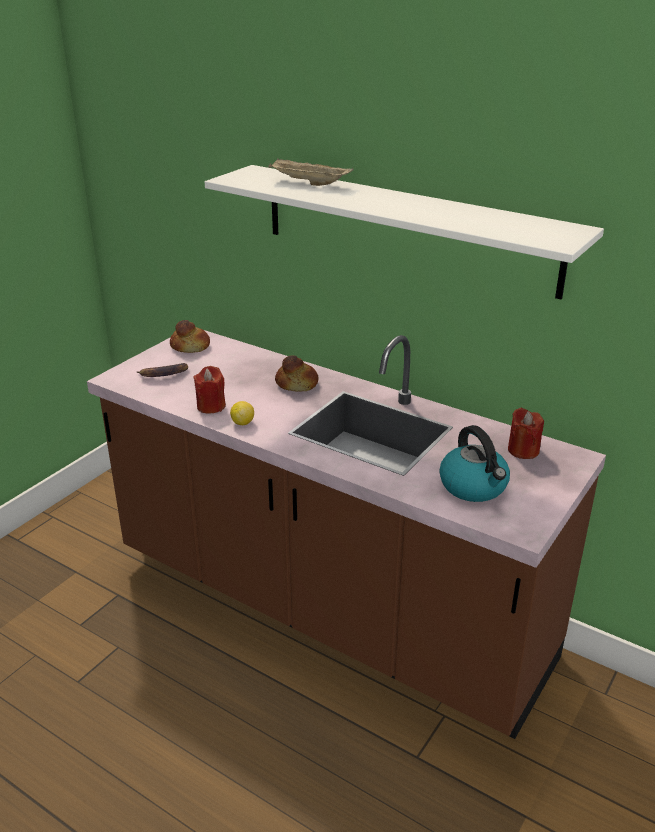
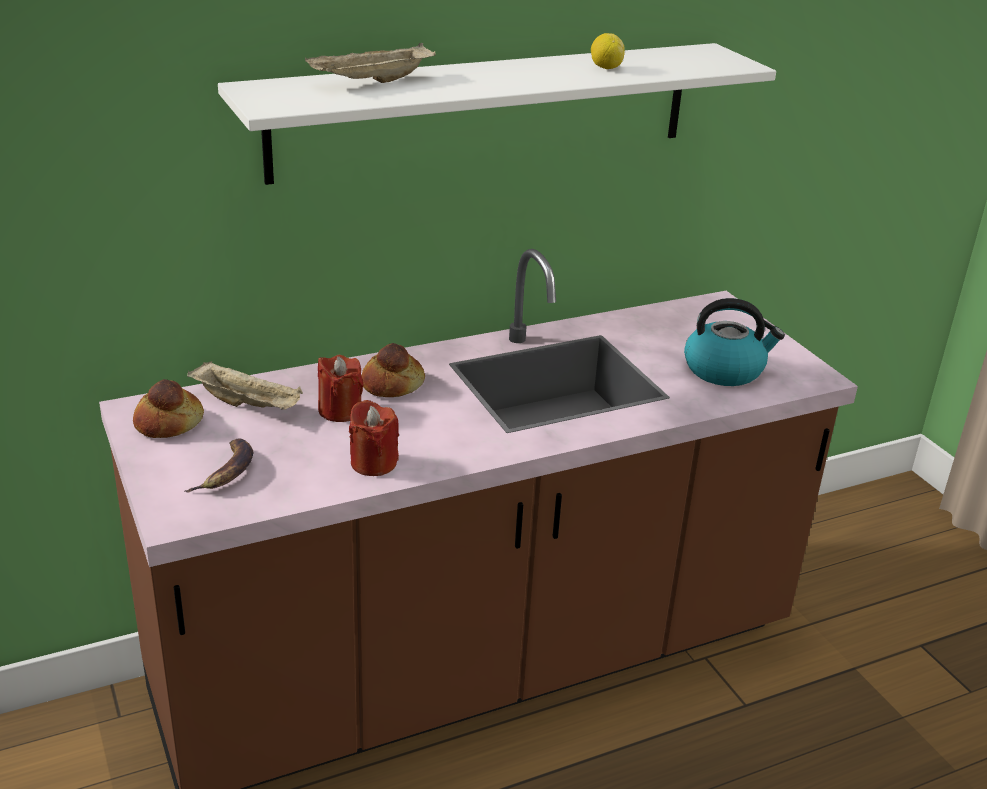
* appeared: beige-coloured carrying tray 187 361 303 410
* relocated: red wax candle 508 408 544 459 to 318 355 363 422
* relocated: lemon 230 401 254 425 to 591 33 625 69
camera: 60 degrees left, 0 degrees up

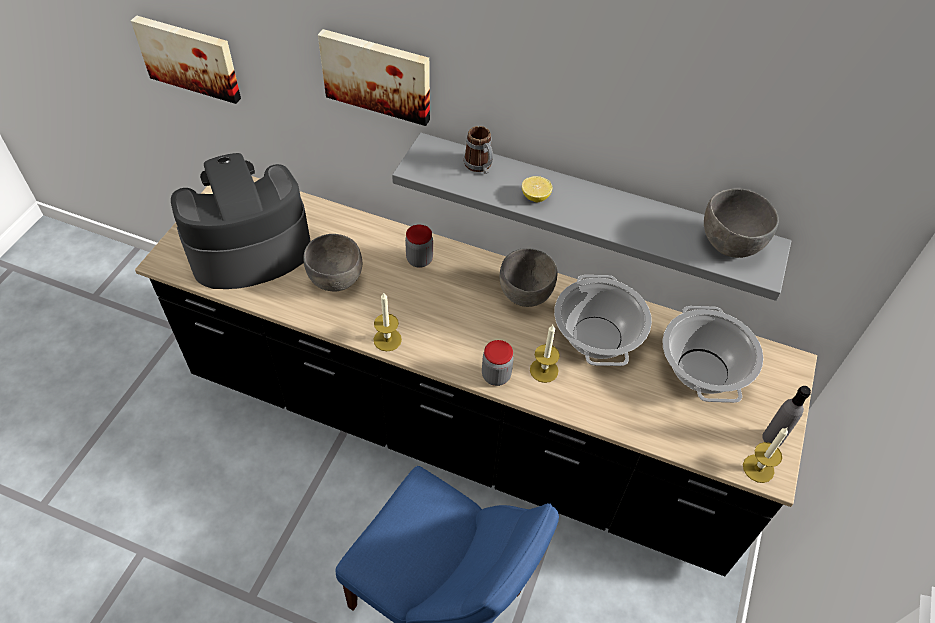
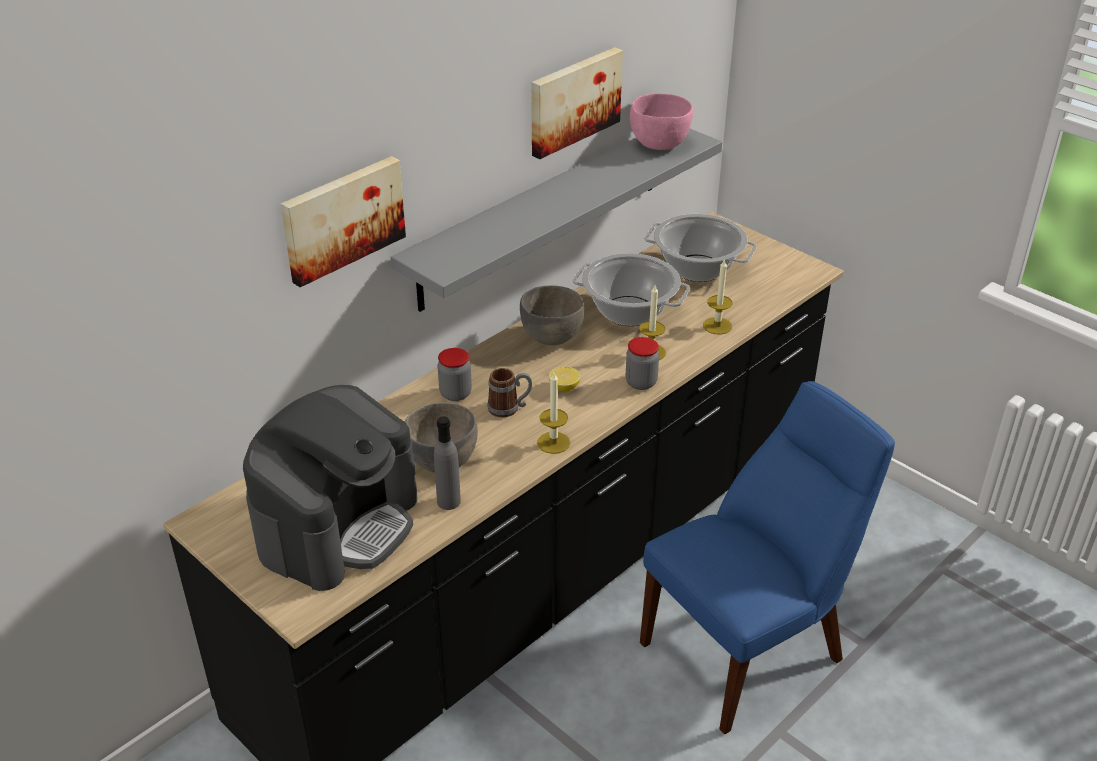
* spun: coffee machine 171 153 311 289 = 243 385 417 591 150 degrees counterclockwise
* relocated: greyish drink bottle 762 386 811 446 to 434 416 461 510
* relocated: tea mug 464 126 493 174 to 487 368 532 417
* relocated: wall art 131 15 241 104 to 531 47 623 159
* relocated: lemon 522 176 552 202 to 549 366 580 392
* colour: greyish serving bowl 704 188 779 258 to pink-coloured serving bowl 630 93 693 150
* relocated: wax candle 743 428 788 483 to 703 258 732 335
camera: 65 degrees left, 15 degrees down

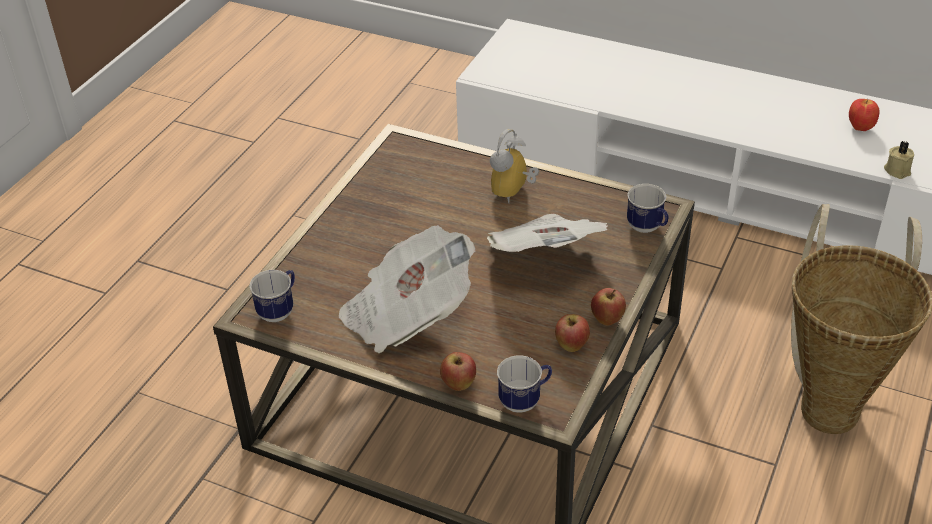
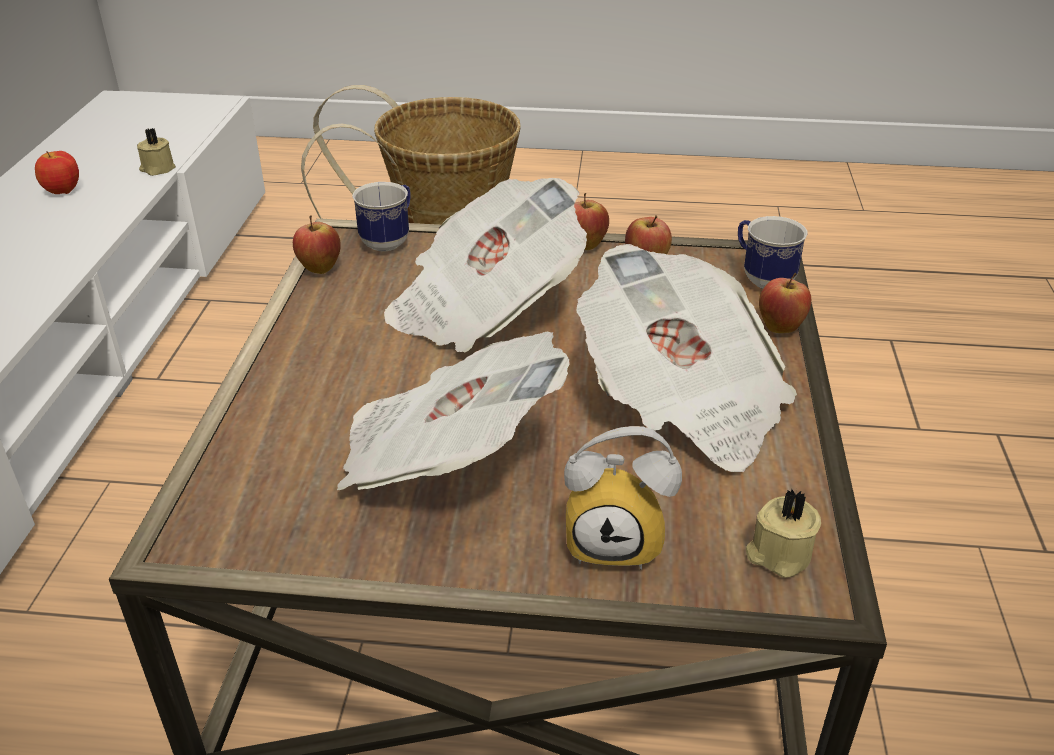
* appeared: apple 293 215 341 274
* appeared: printed paper 337 332 569 490
* relocated: bedside clock 490 129 539 204 to 564 426 682 570
* exchanged: tea mug 249 270 295 322 to beige-coloured wax candle 746 489 821 578
camera: 110 degrees left, 5 degrees down

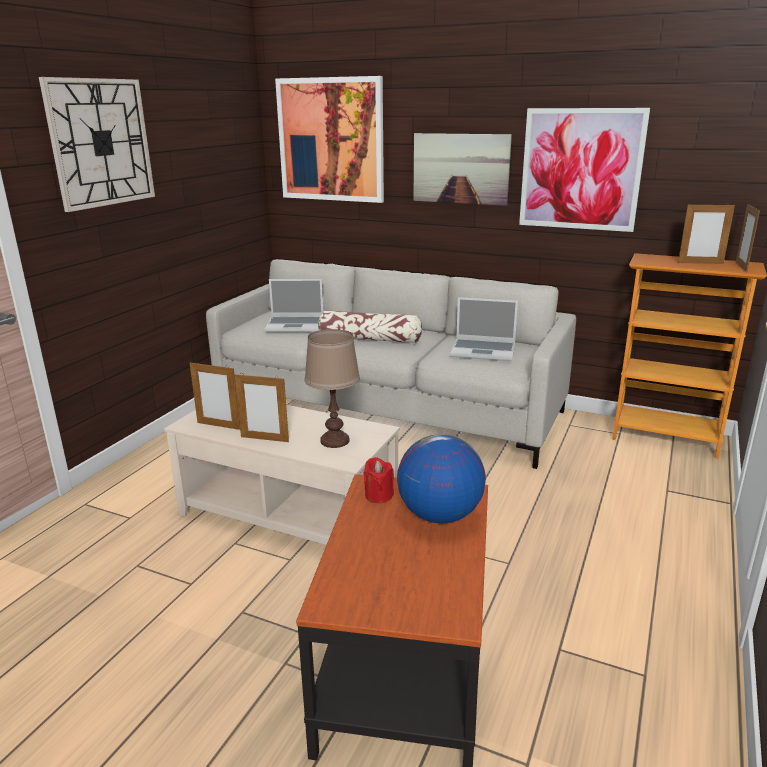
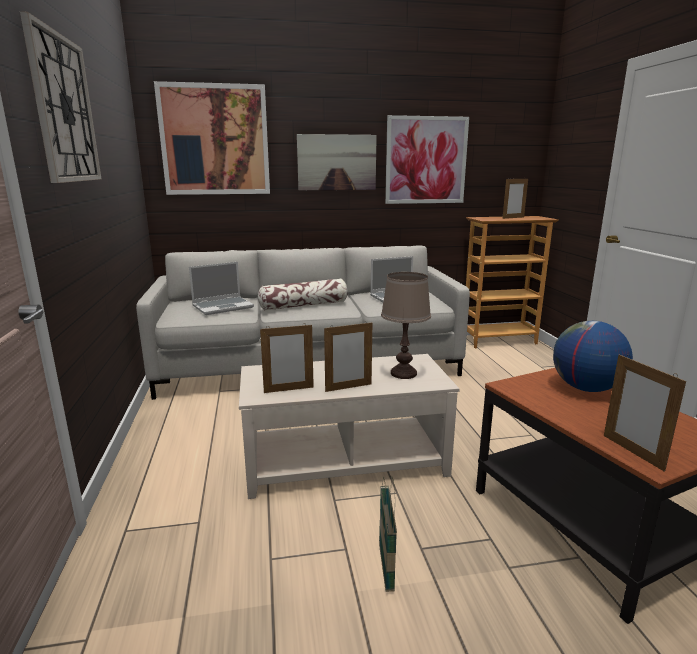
* appeared: basket 379 476 397 592
* relocated: picture frame 736 203 760 272 to 604 355 686 472
* missing: red wax candle 363 457 394 503
camera: 35 degrees left, 5 degrees down

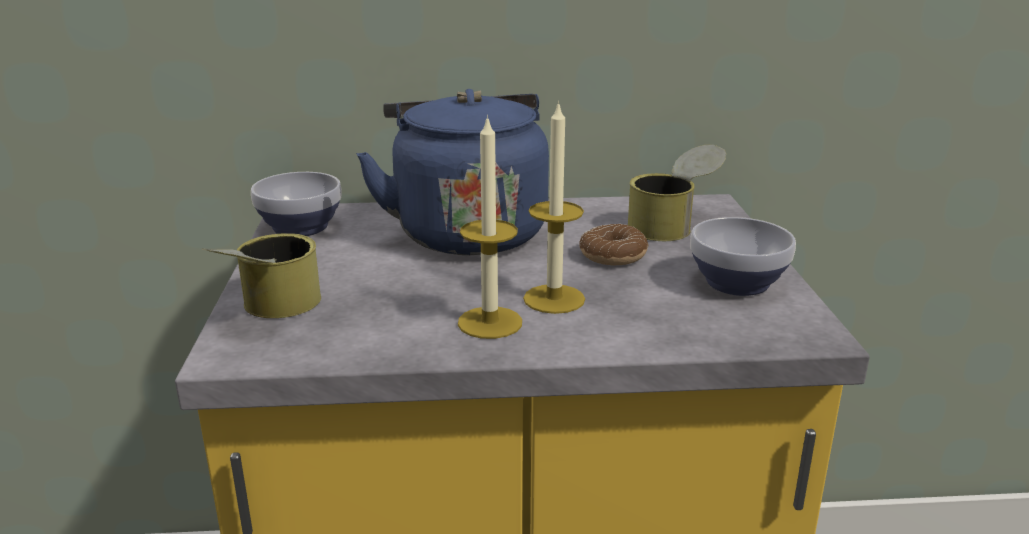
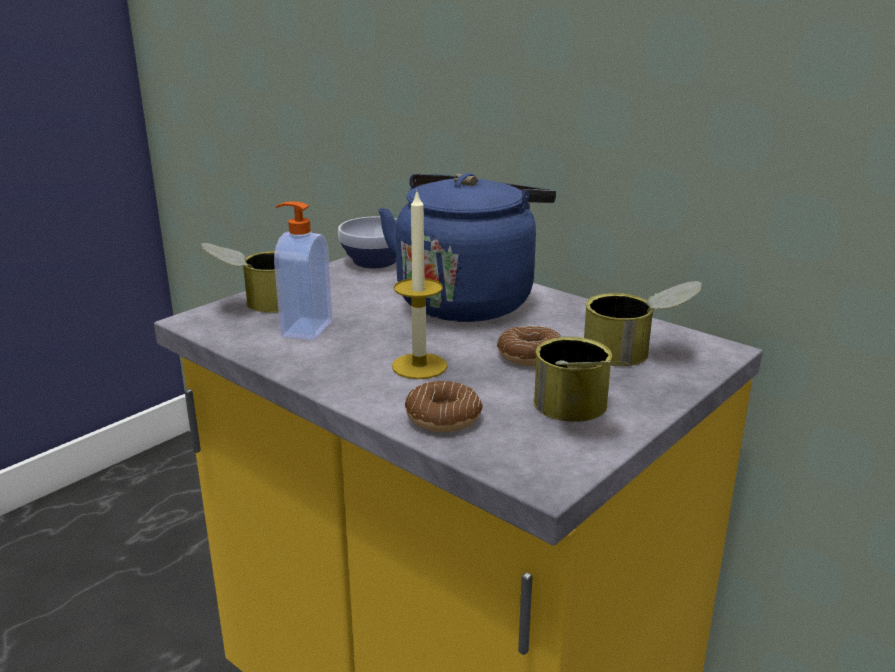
* appeared: soap dispenser 274 202 332 340
* appeared: ring doughnut 405 381 483 432
* exchanged: serving bowl 690 217 796 296 to metal can 533 337 628 422
* missing: wax candle 458 115 522 339
camera: 45 degrees right, 0 degrees up

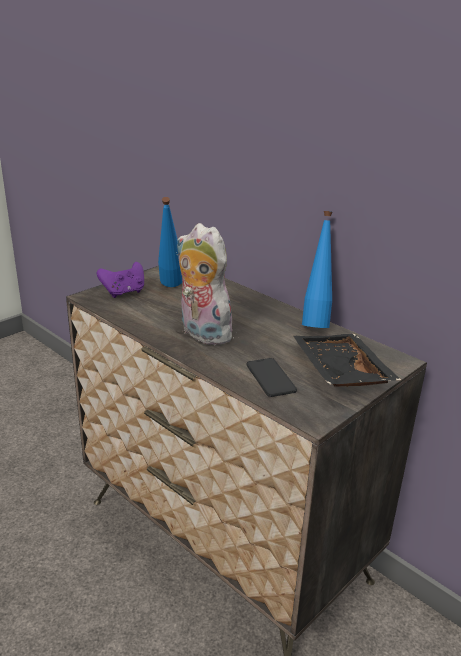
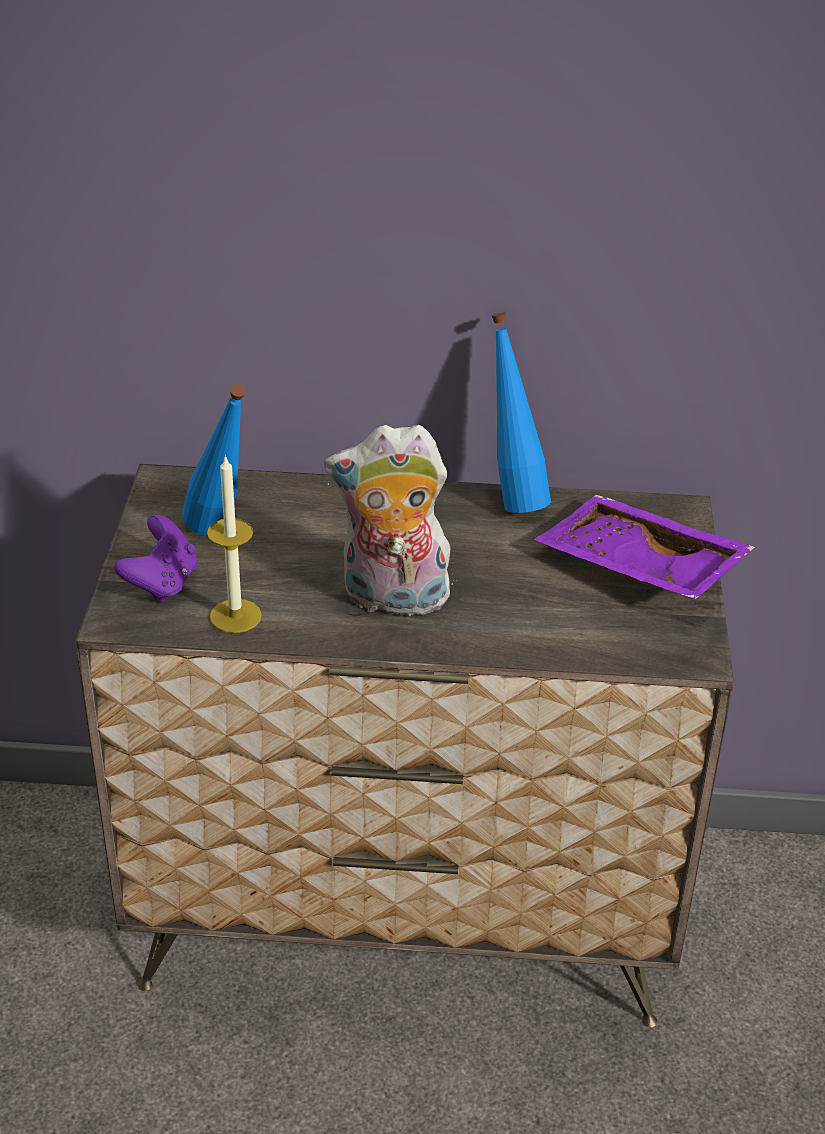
* appeared: wax candle 207 454 262 633
* colour: black carrying tray 293 334 401 387 to purple carrying tray 534 495 755 599
* missing: telephone 247 358 297 397
camera: 40 degrees left, 10 degrees up

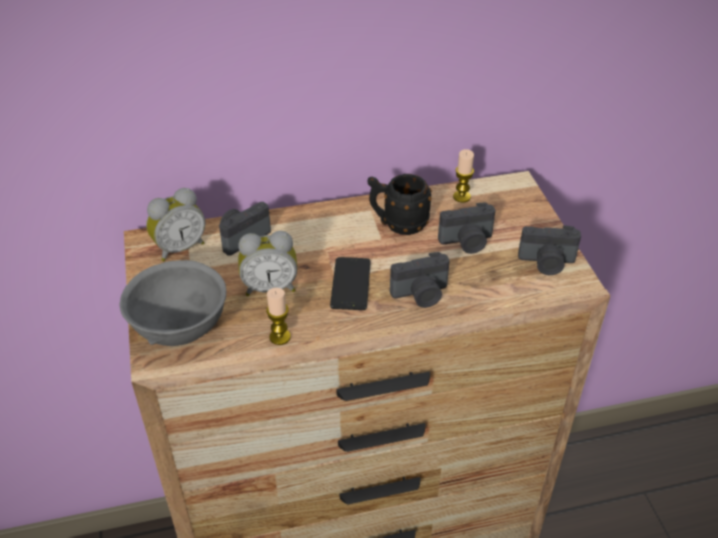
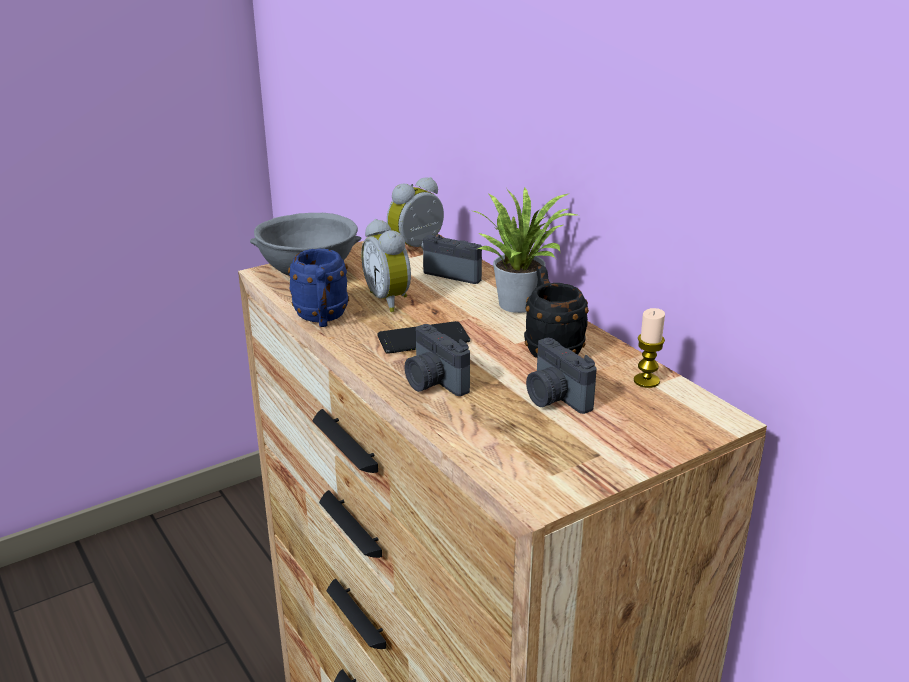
* exchanged: wax candle 266 288 291 345 to bluish tea mug 288 249 349 327
* spun: bedside clock 146 188 205 261 = 387 177 444 249 105 degrees clockwise
* appeared: potted plant 470 188 577 313
* missing: still camera 518 225 581 275
camera: 70 degrees right, 15 degrees down

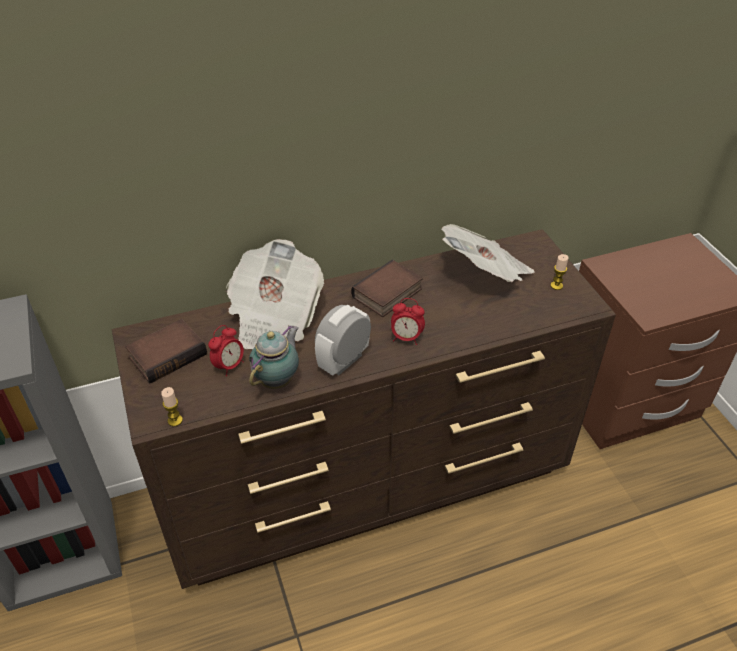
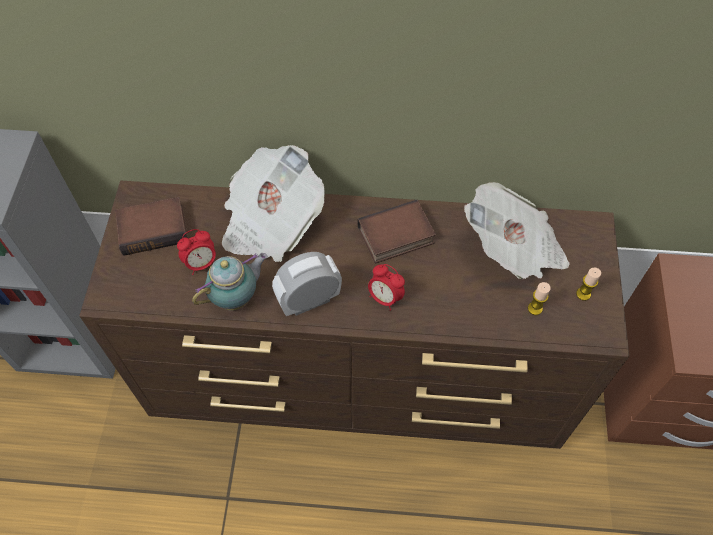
* relocated: wax candle 161 387 183 427 to 528 282 551 315
camera: 25 degrees right, 15 degrees up

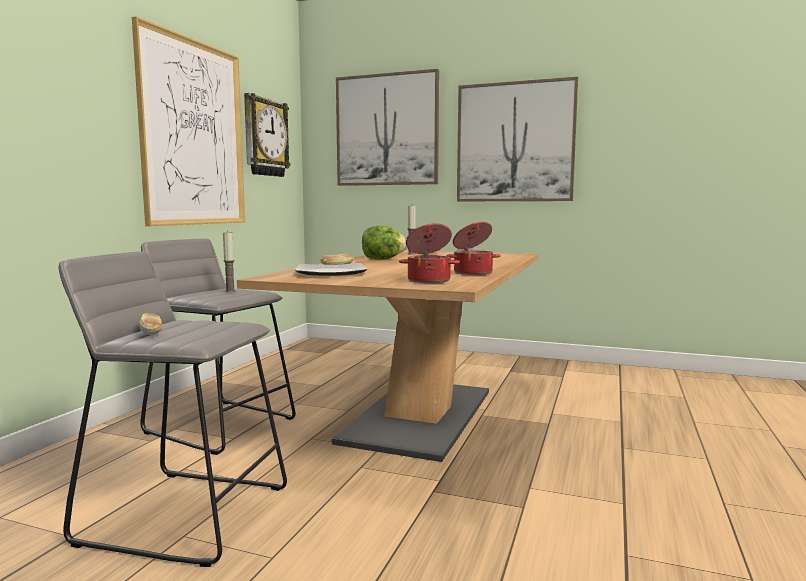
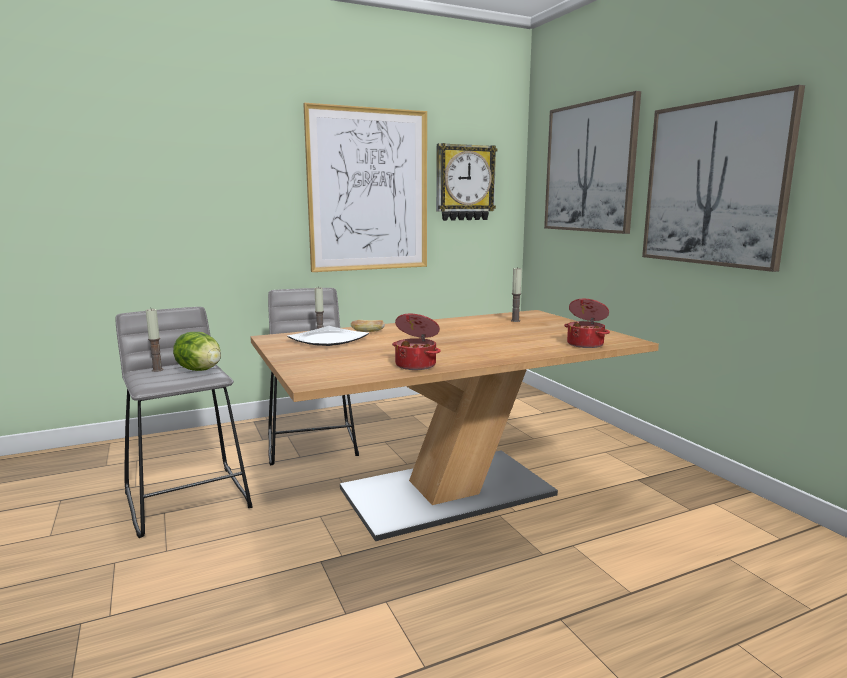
* exchanged: baked bread 139 313 162 335 to wax candle 146 309 163 372
* relocated: lettuce head 362 226 407 260 to 173 332 221 371
* relocated: cooking pot 399 223 460 283 to 564 299 610 348
camera: 45 degrees right, 5 degrees up

